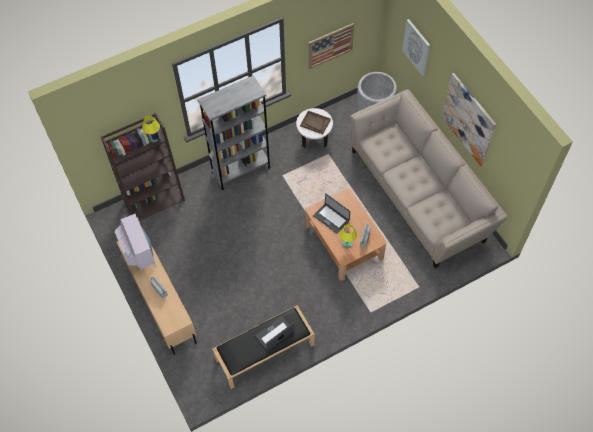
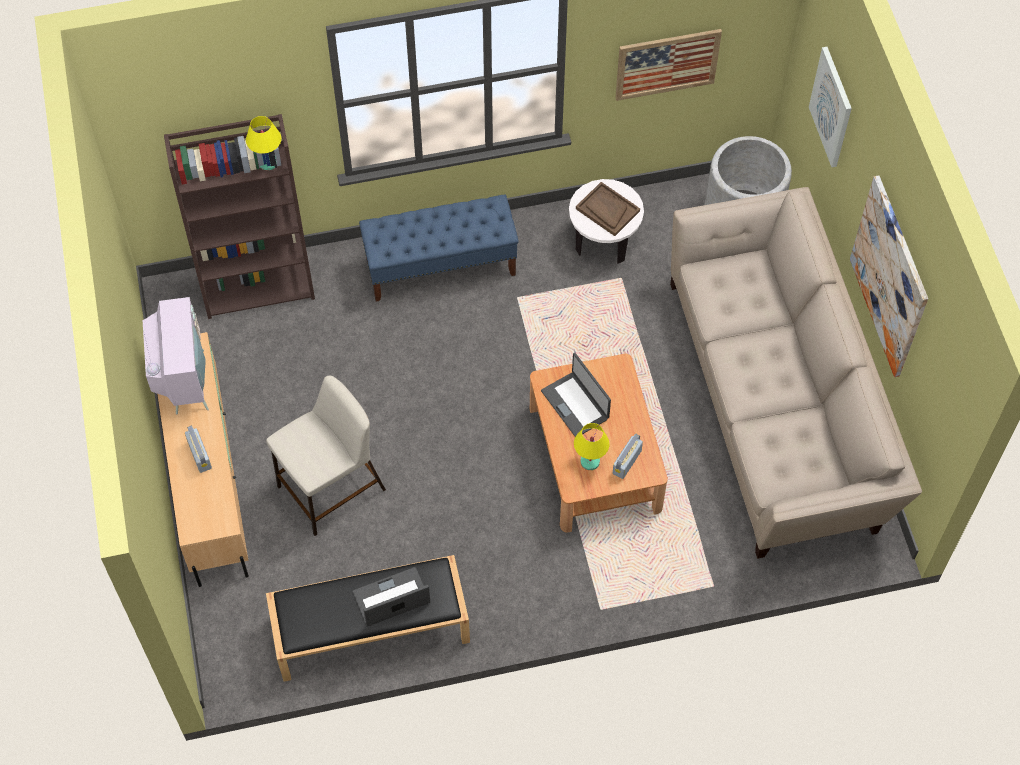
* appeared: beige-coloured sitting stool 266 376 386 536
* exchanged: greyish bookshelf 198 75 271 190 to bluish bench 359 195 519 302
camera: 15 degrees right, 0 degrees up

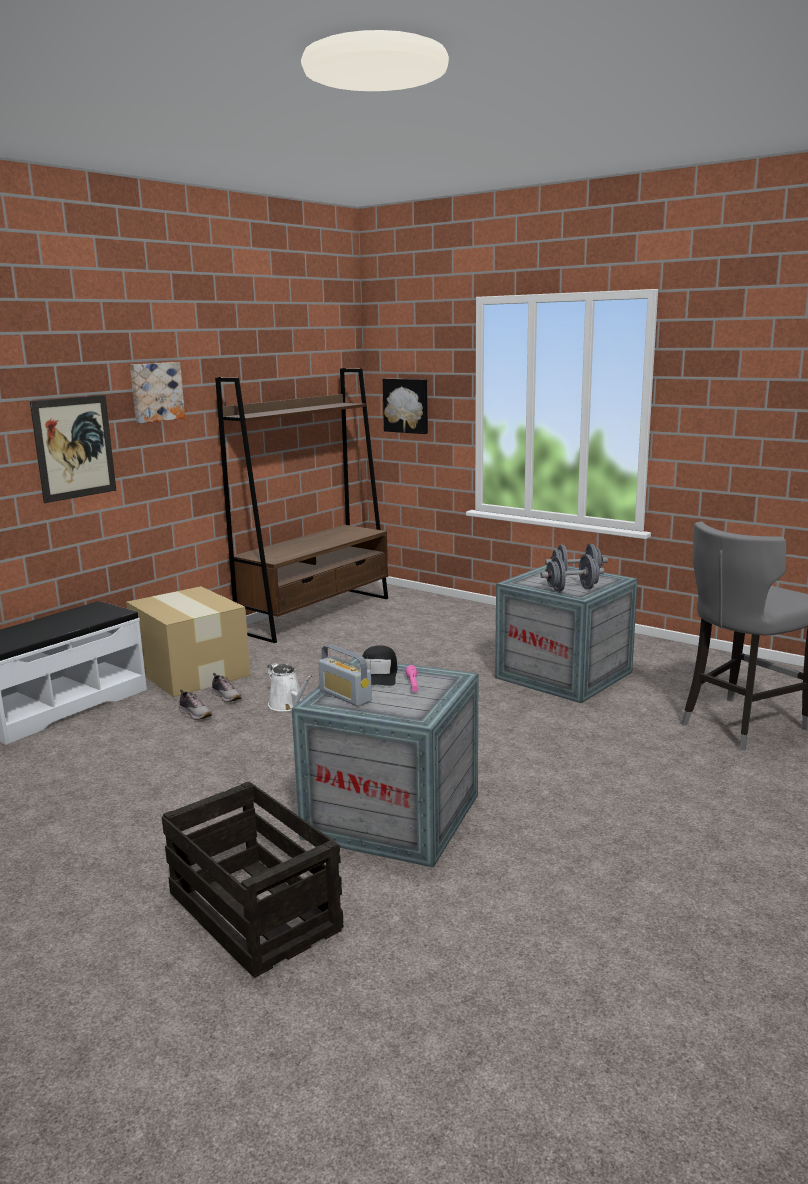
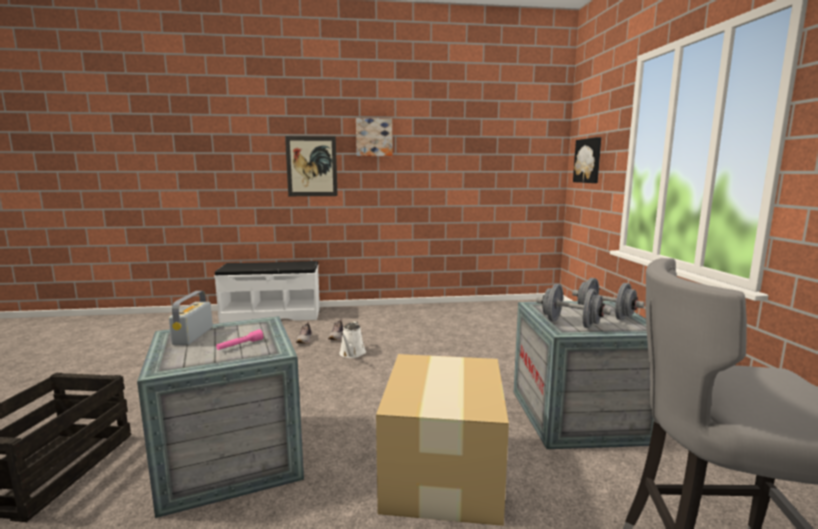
* relocated: packing box 126 586 250 697 to 376 354 509 526
* missing: brown-coloured bookshelf 215 368 388 643
* missing: black cap 362 645 397 686
camera: 45 degrees right, 5 degrees down

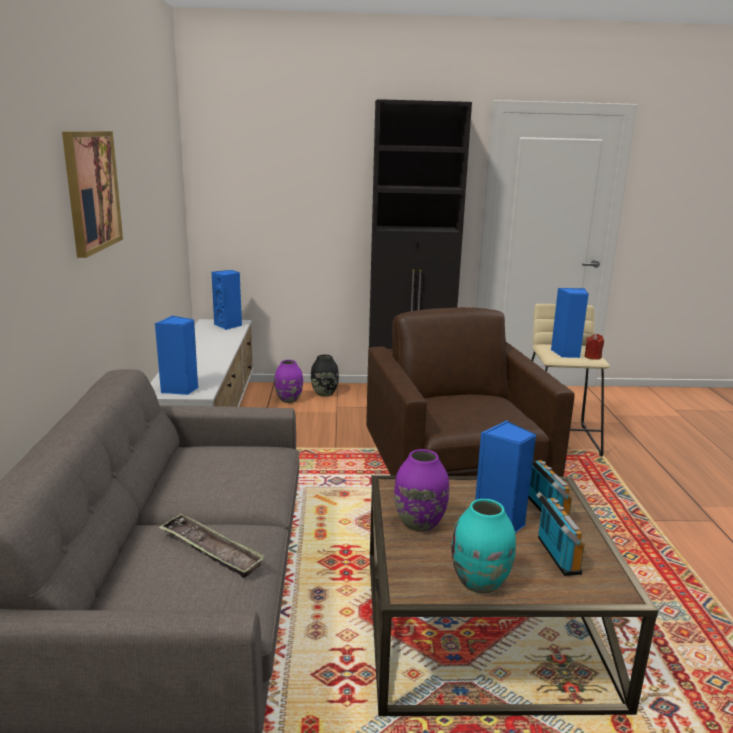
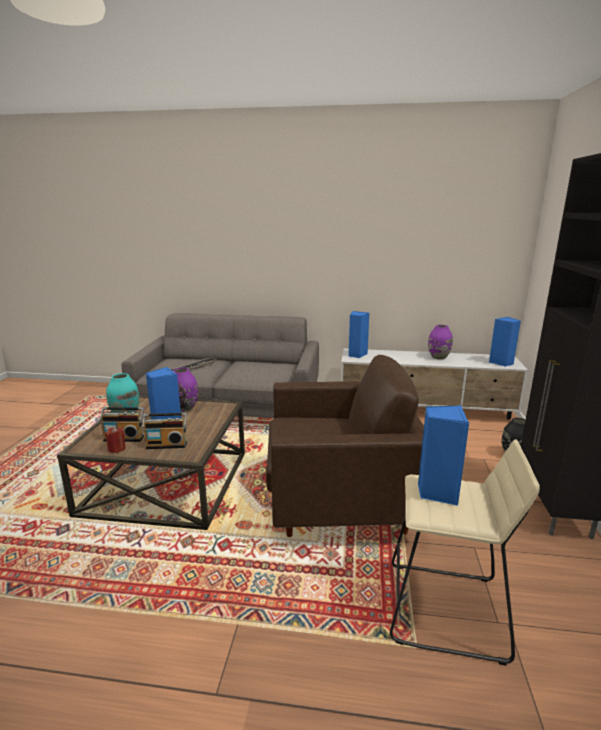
* relocated: red wax candle 584 334 604 360 to 106 427 126 453
* relocated: purple flower vase 274 360 303 403 to 428 325 453 359
* missing: wall art 62 131 123 258
camera: 100 degrees right, 0 degrees up

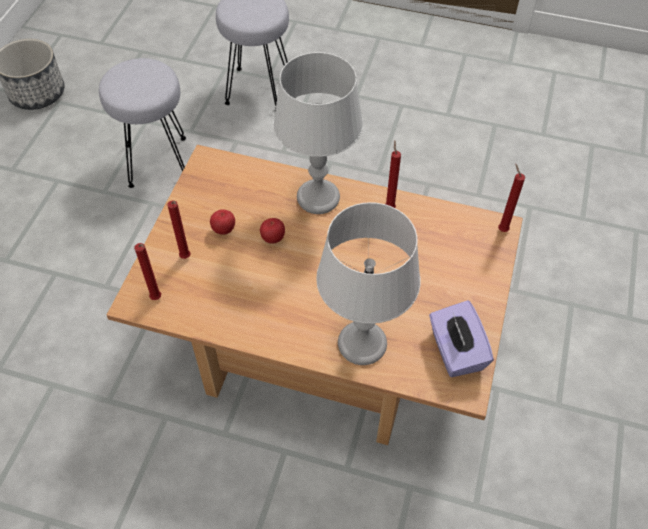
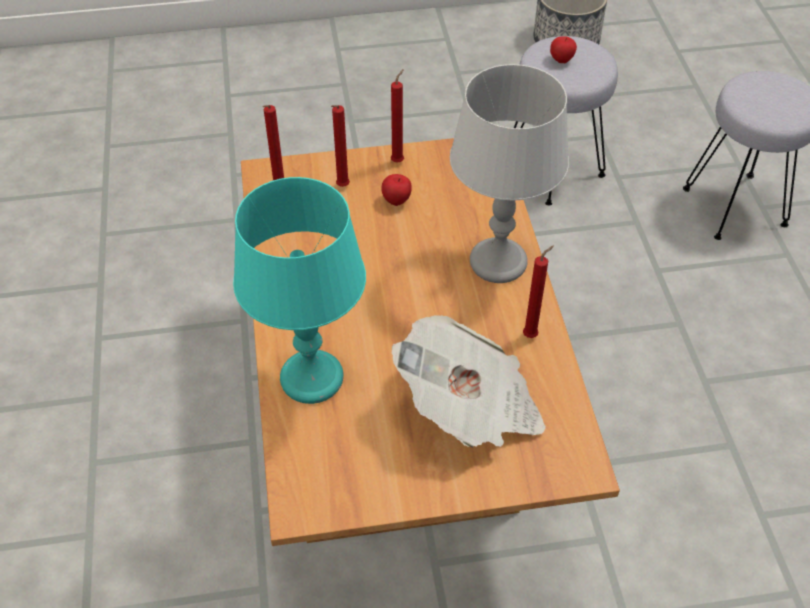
* colour: greyish table lamp 316 202 421 365 to turquoise-coloured table lamp 233 177 366 404
* relocated: red wax candle 498 164 525 232 to 391 69 404 163
* appeared: printed paper 392 315 546 448
* relocated: apple 260 218 285 244 to 550 36 577 63
* missing: purple box of tissues 429 300 494 377
camera: 65 degrees right, 5 degrees down

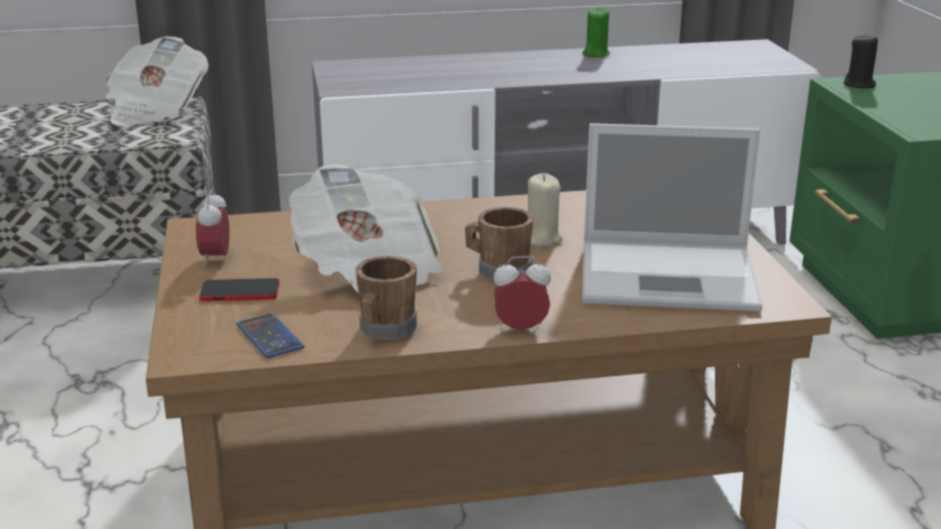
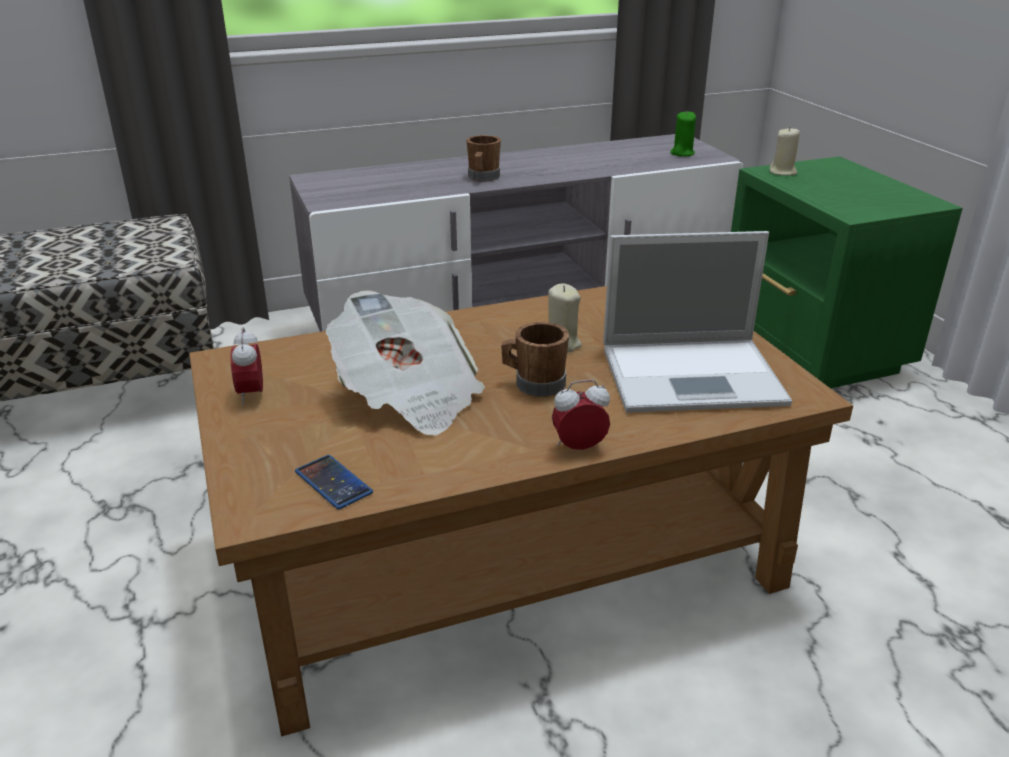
* relocated: brown-coloured tea mug 356 256 417 341 to 466 135 501 182
* relocated: green wax candle 582 7 610 57 to 670 111 696 157
* colour: black wax candle 843 33 878 88 to beige-coloured wax candle 769 127 800 176
* missing: printed paper 105 36 209 126
* missing: telephone 199 278 280 301
camera: 10 degrees left, 5 degrees up

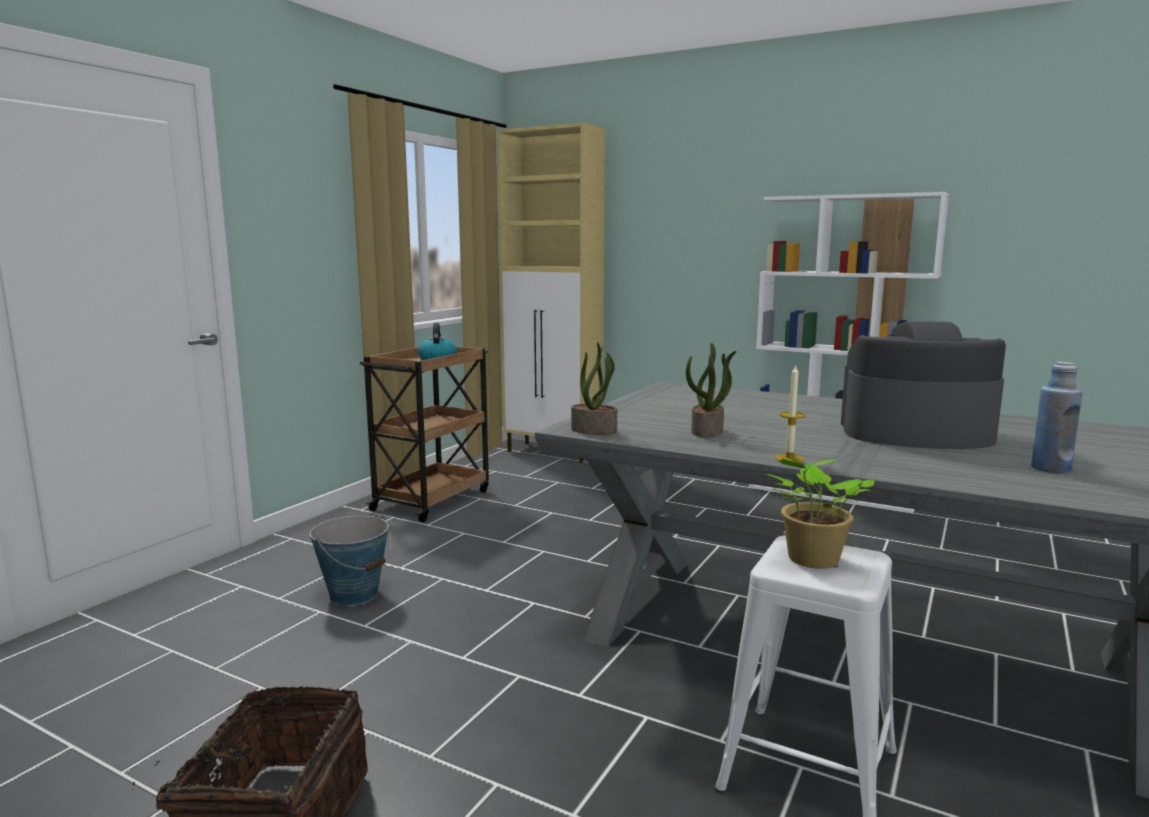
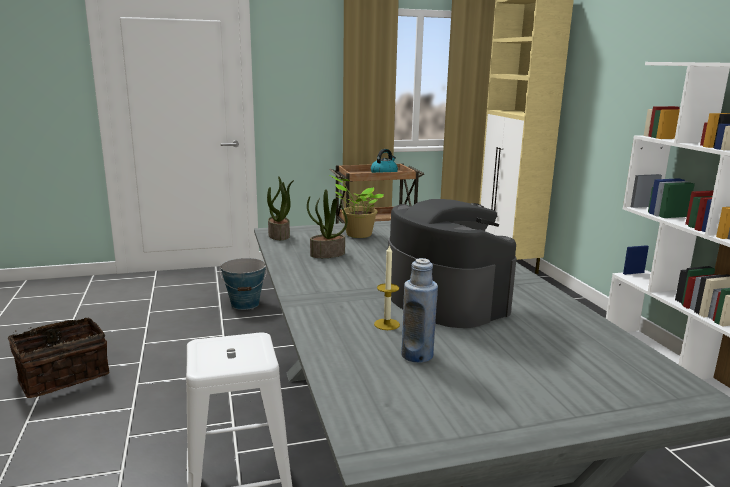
* relocated: potted plant 766 459 874 569 to 330 175 384 238
* relocated: wax candle 774 364 806 463 to 374 244 400 330
camera: 45 degrees right, 5 degrees up

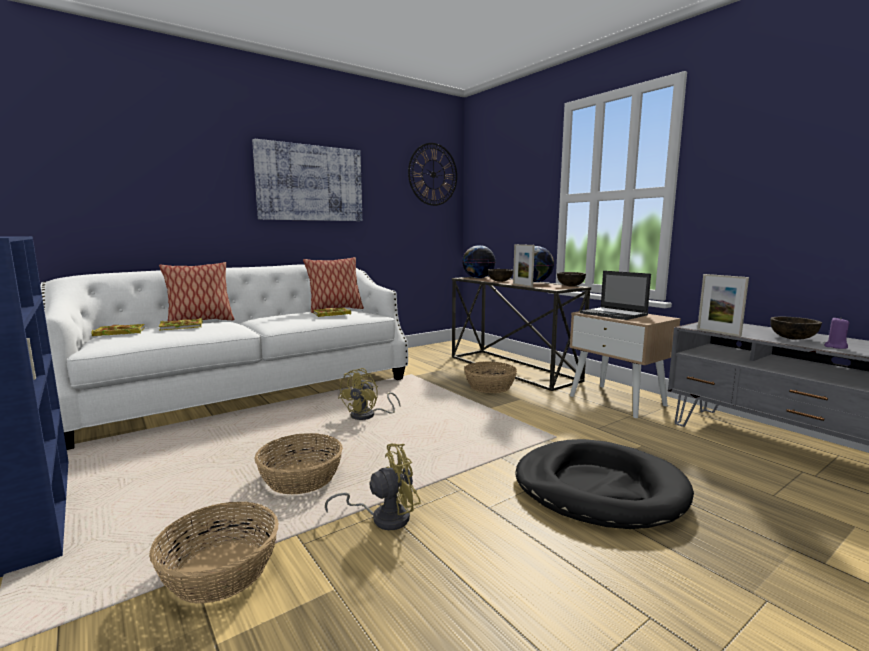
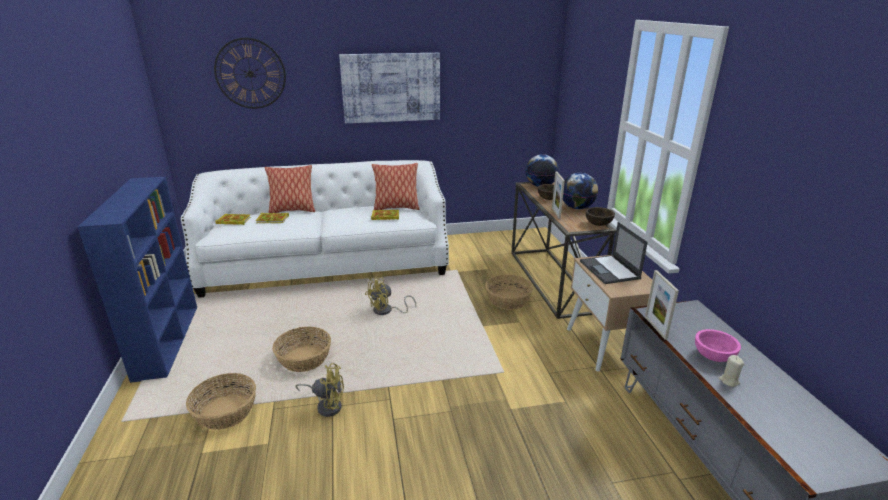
* relocated: wall clock 408 143 457 206 to 214 38 286 109
* colour: brown-coloured serving bowl 770 317 822 340 to pink-coloured serving bowl 695 329 741 362
* colour: purple wax candle 824 318 849 349 to beige-coloured wax candle 719 355 744 387
* missing: black pet bed 516 439 694 529
camera: 25 degrees right, 15 degrees up

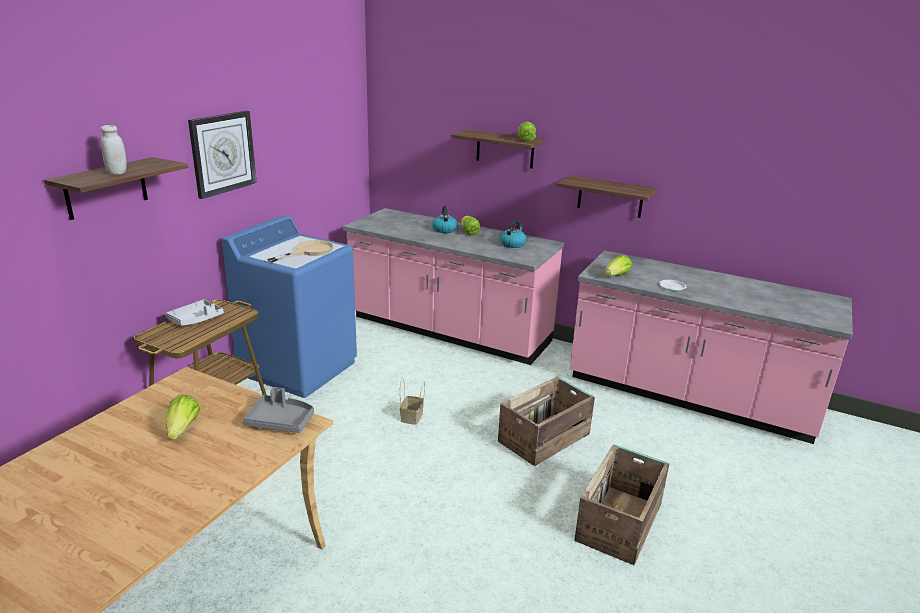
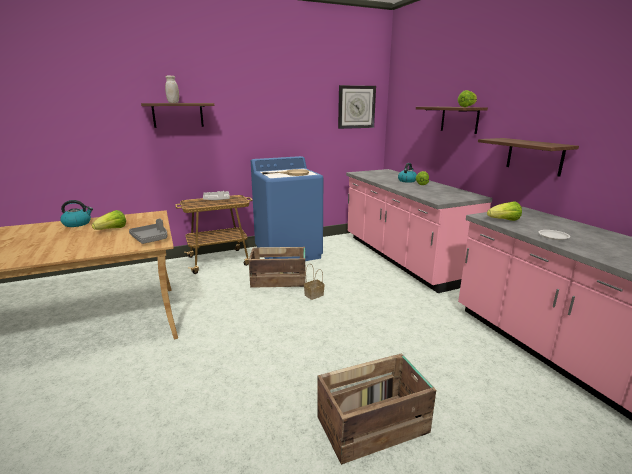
* relocated: tea kettle 500 220 527 248 to 60 200 93 227
* relocated: crate 498 377 595 466 to 249 247 306 288
* relocated: wall clock 188 111 257 199 to 338 85 376 129
camera: 40 degrees right, 5 degrees down

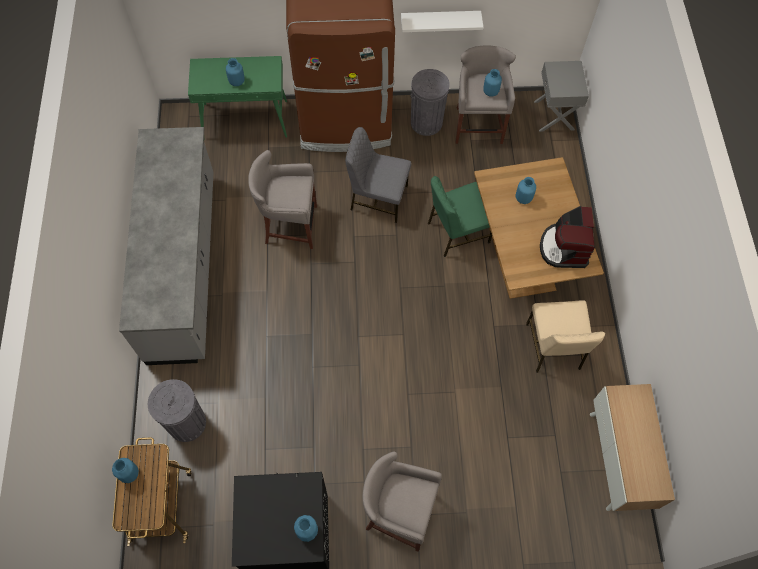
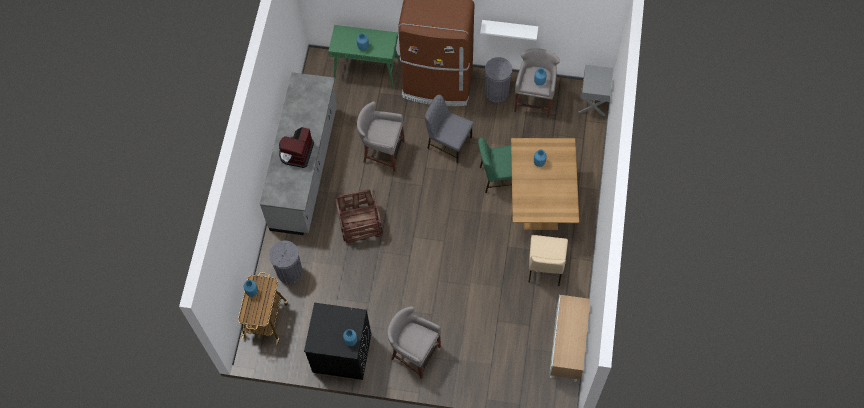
* relocated: coffee machine 540 206 595 268 to 279 127 314 168
* appeared: crate 335 189 383 243
camera: 15 degrees right, 0 degrees up

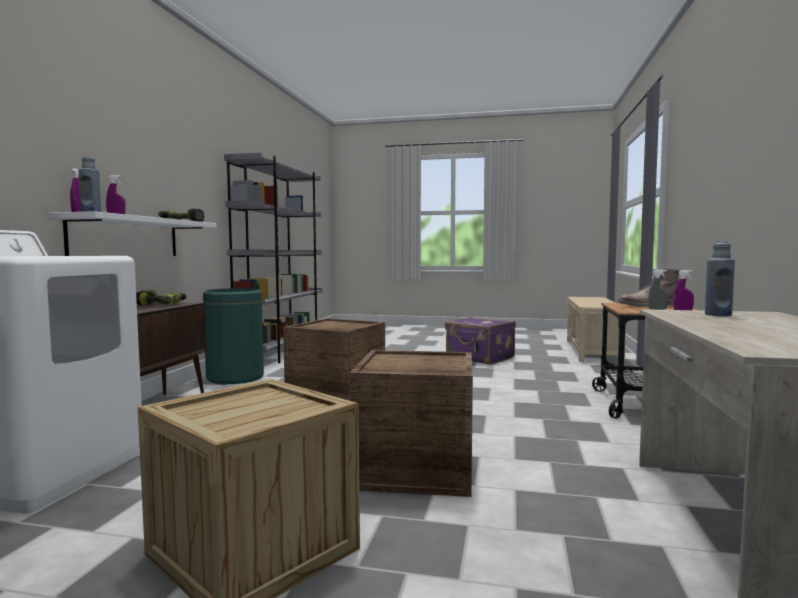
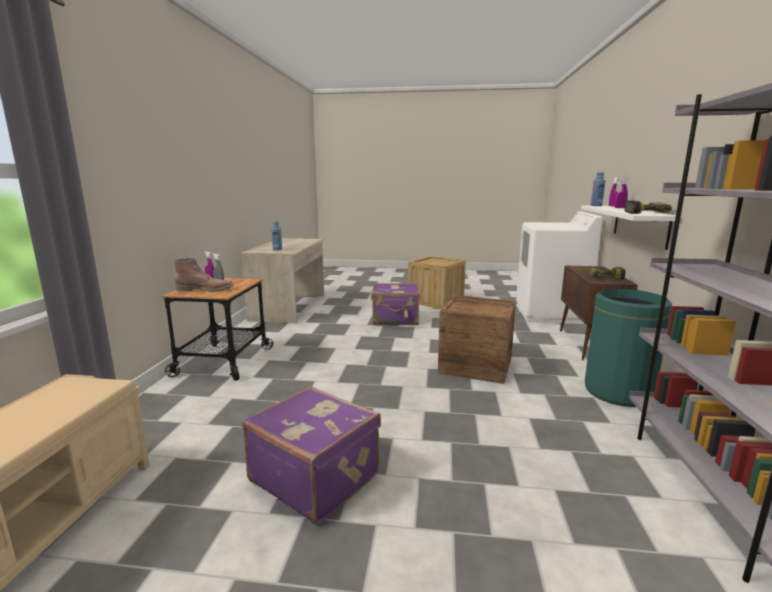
* exchanged: crate 350 350 473 497 to purple piece of luggage 371 283 420 325
camera: 175 degrees right, 10 degrees up

